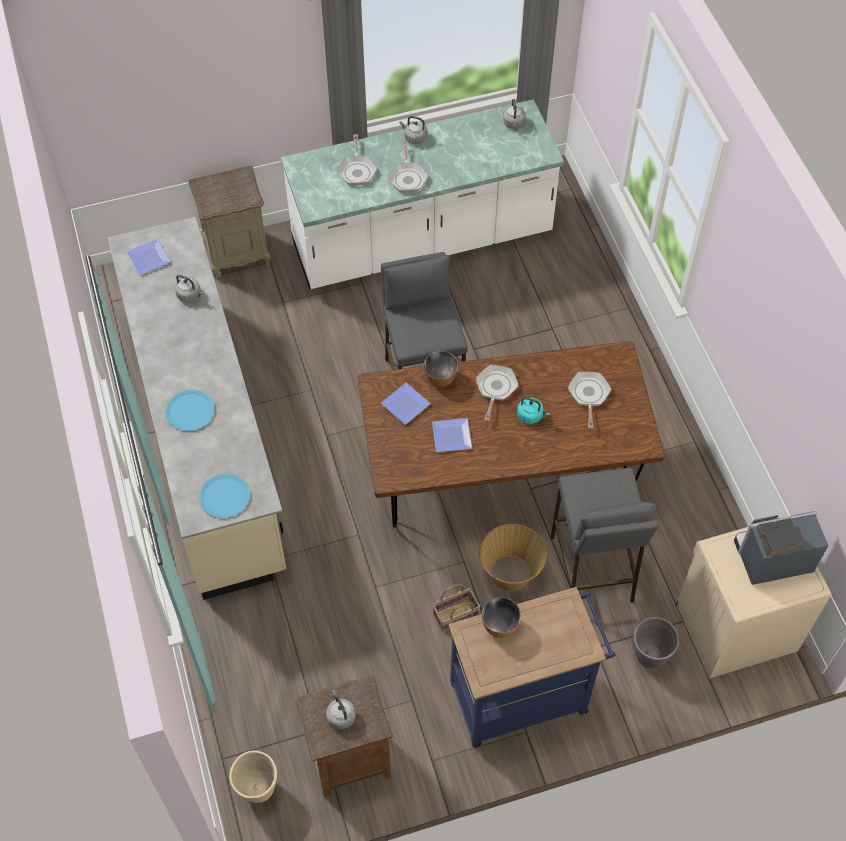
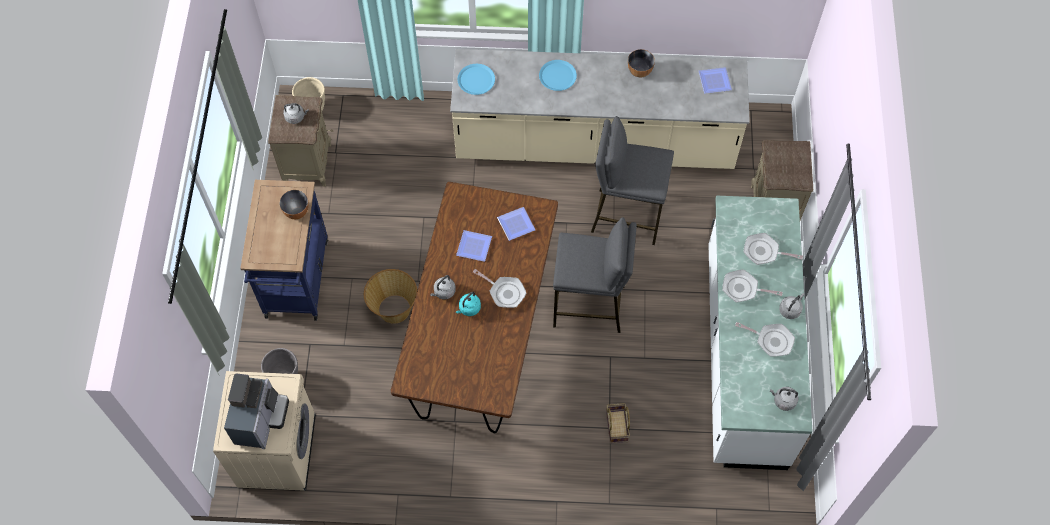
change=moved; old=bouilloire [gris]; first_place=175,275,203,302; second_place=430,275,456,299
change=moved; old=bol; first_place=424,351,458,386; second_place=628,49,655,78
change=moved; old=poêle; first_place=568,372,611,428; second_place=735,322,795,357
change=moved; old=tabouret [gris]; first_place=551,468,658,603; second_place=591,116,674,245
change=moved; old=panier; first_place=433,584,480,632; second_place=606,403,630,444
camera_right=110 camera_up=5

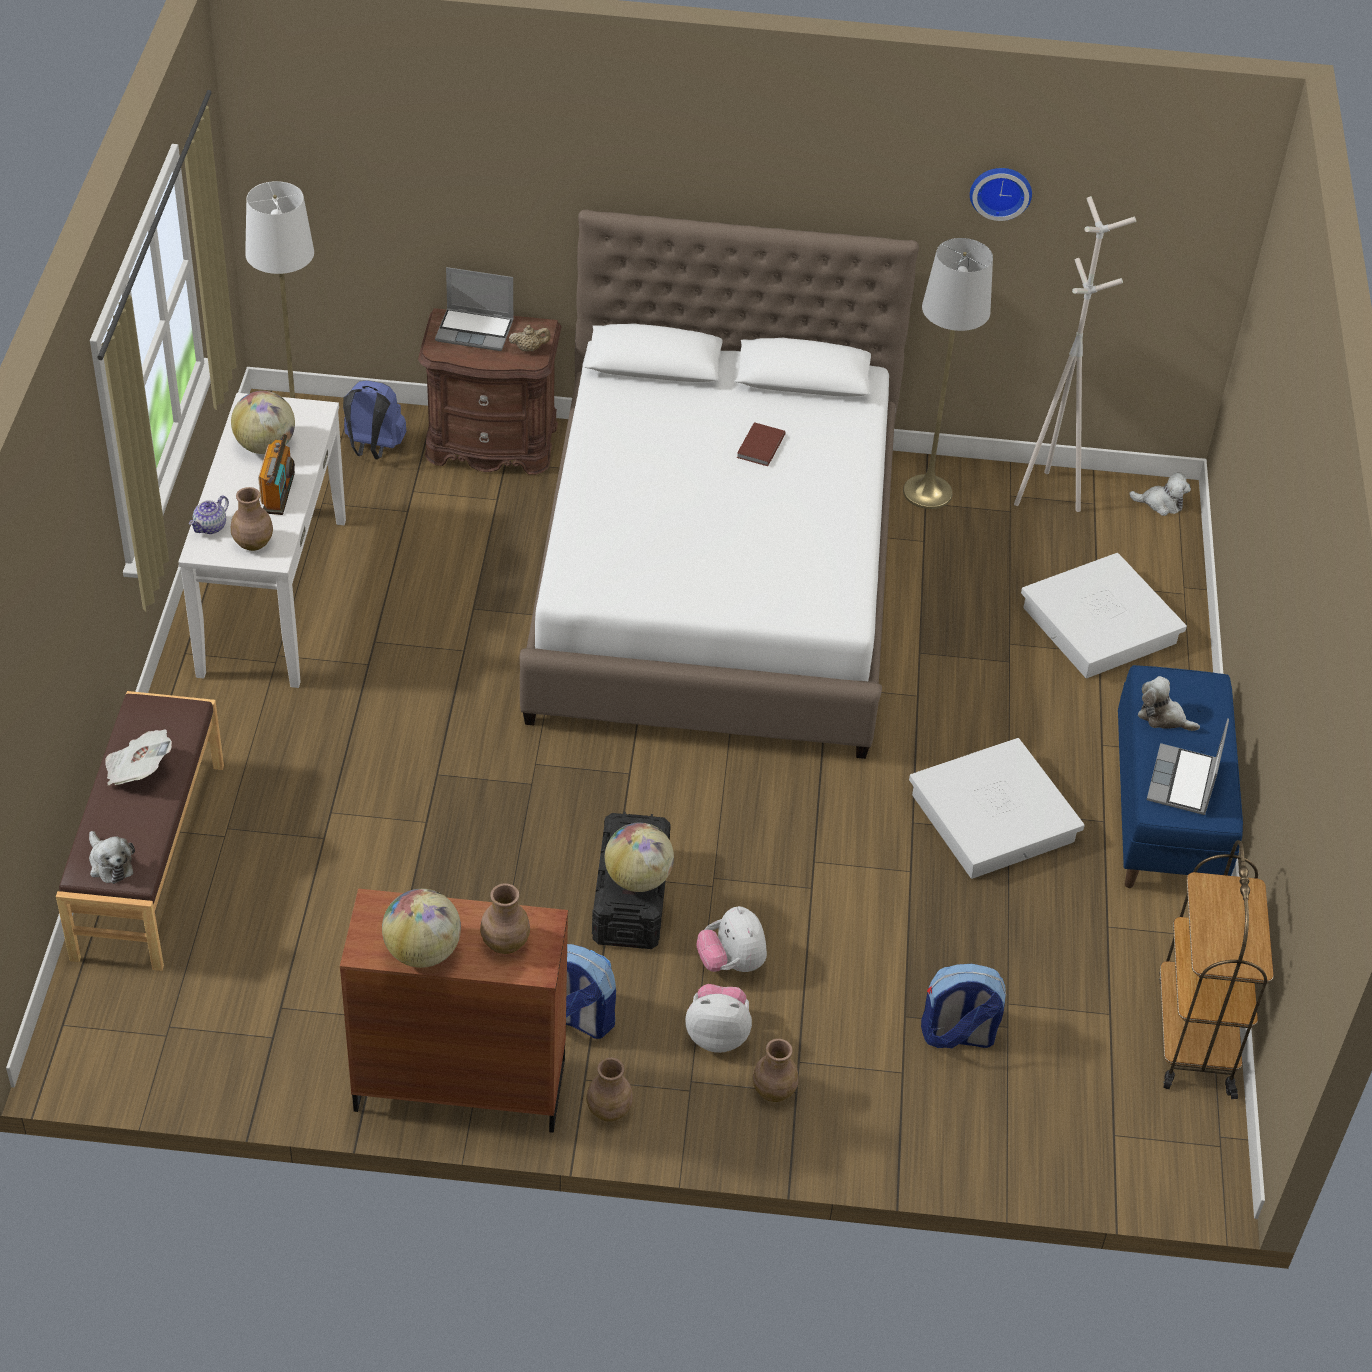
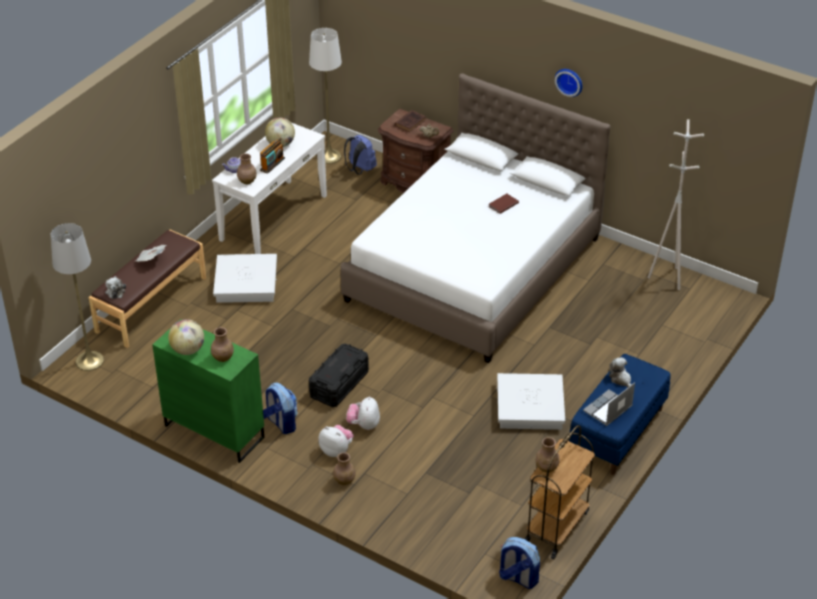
change=moved; old=horloge murale; first_place=970,168,1032,221; second_place=555,69,582,97
change=moved; old=lampadaire [gris]; first_place=903,238,993,509; second_place=51,223,104,371
change=replaced; old=ordinateur portable; new=livre [marron]; first_place=435,267,514,351; second_place=395,110,426,132
change=removed; old=peluche; first_place=1129,472,1191,516
change=moved; old=boîte de rangement [blanc]; first_place=1021,553,1187,679; second_place=213,254,277,303
change=removed; old=globe; first_place=605,823,674,892
change=recoloured; old=commode [marron]; new=commode [vert]; first_place=340,889,568,1133; second_place=152,319,264,463
change=moved; old=sac à dos; first_place=921,964,1006,1048; second_place=499,537,540,589
change=moved; old=vase [marron]; first_place=586,1058,633,1122; second_place=536,437,560,472
camera_right=30 camera_up=-5

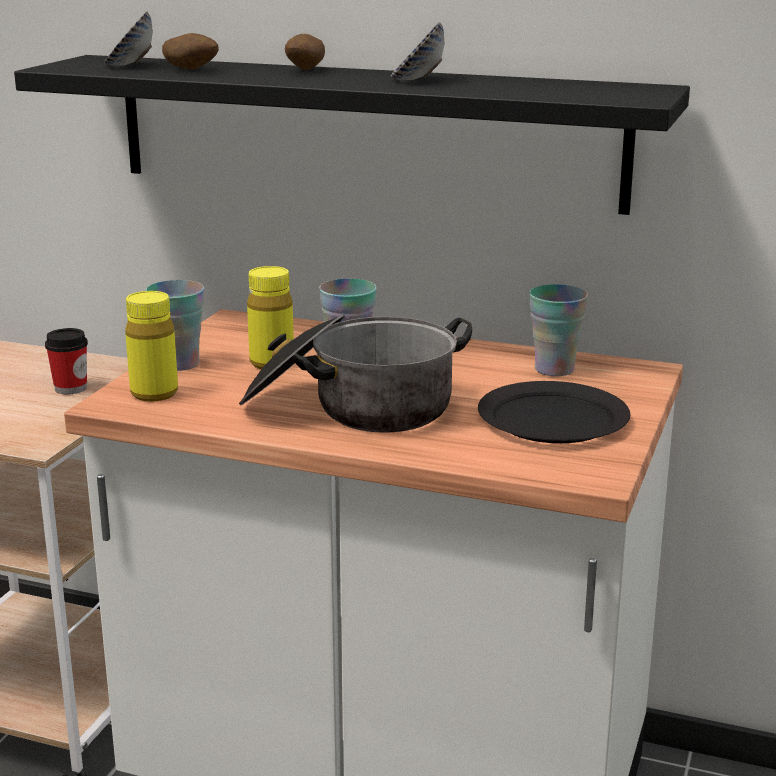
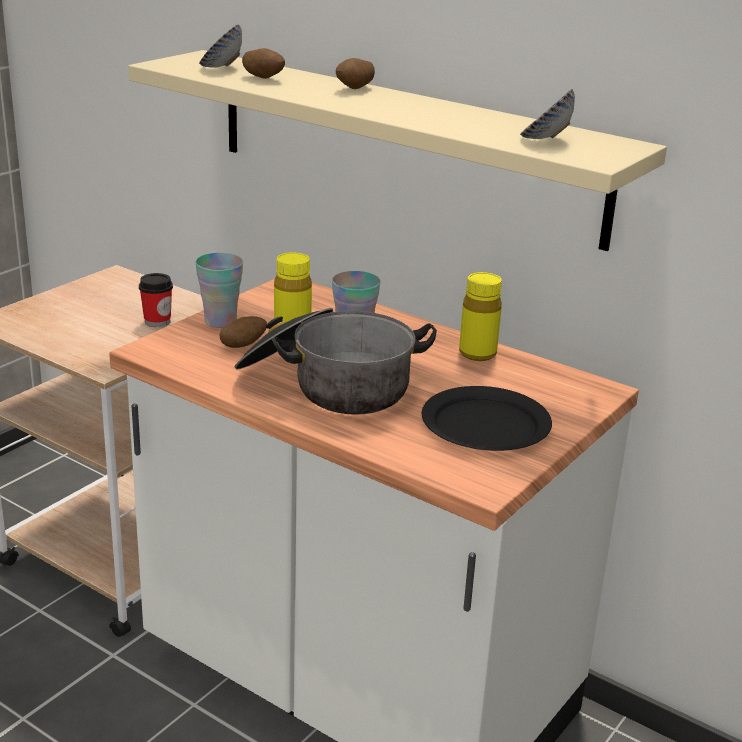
change=moved; old=bol; first_place=391,22,445,80; second_place=520,89,575,139
change=recoloured; old=étagère [noir]; new=étagère [beige]; first_place=14,55,690,215; second_place=128,50,667,251
change=removed; old=tasse; first_place=529,284,588,376
change=moved; old=bouteille [jaune]; first_place=125,291,178,402; second_place=459,272,502,361
change=added; new=pomme de terre; second_place=219,316,267,348
camera_right=15 camera_up=5

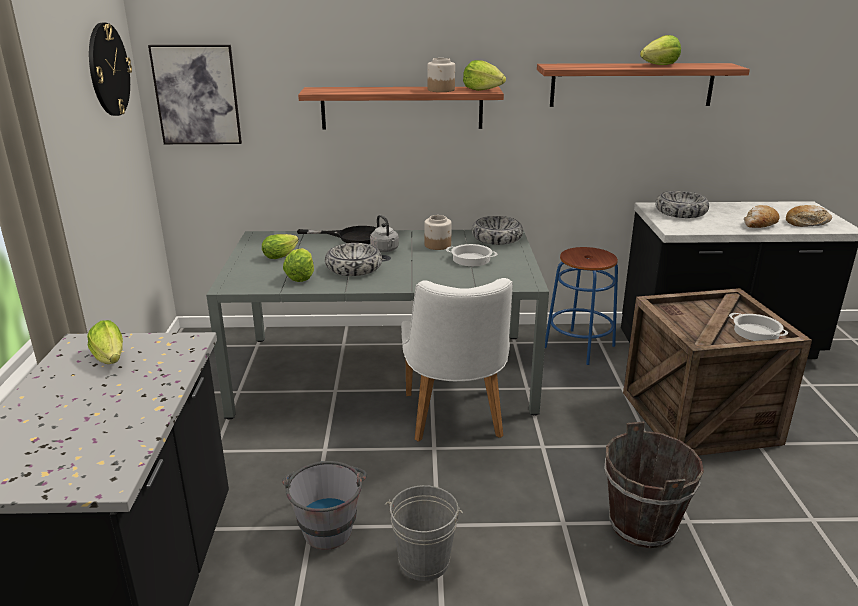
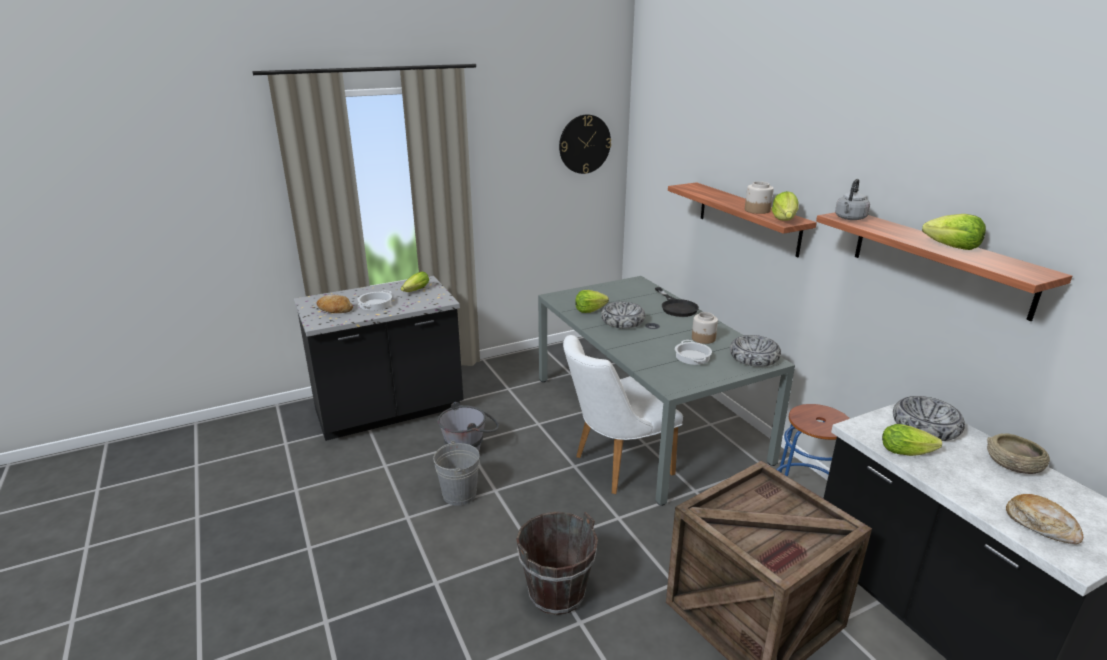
change=removed; old=tableau; first_place=148,45,242,144
change=moved; old=pain; first_place=744,205,780,228; second_place=317,294,353,313
change=moved; old=bouilloire [gris]; first_place=370,215,399,252; second_place=835,179,870,220
change=moved; old=laitue; first_place=262,234,299,259; second_place=882,424,942,456
change=moved; old=marmite; first_place=729,313,788,341; second_place=357,290,392,311
change=added; new=bol [beige]; second_place=987,433,1050,474
camera_right=65 camera_up=0

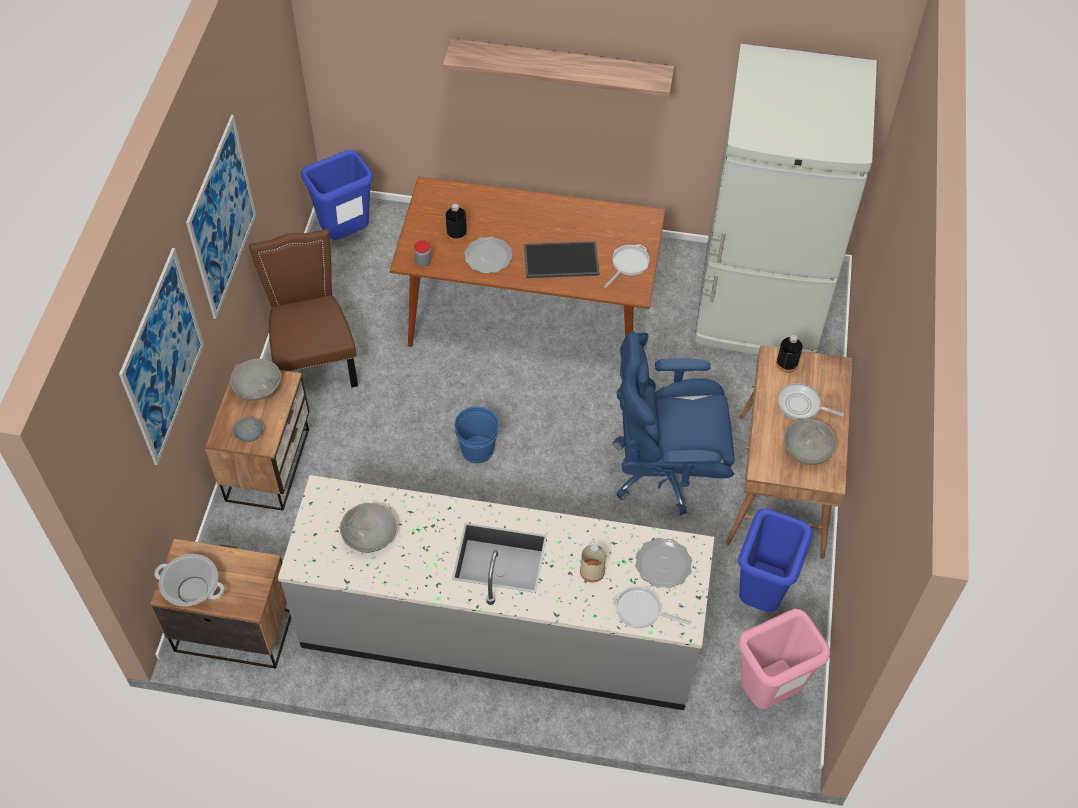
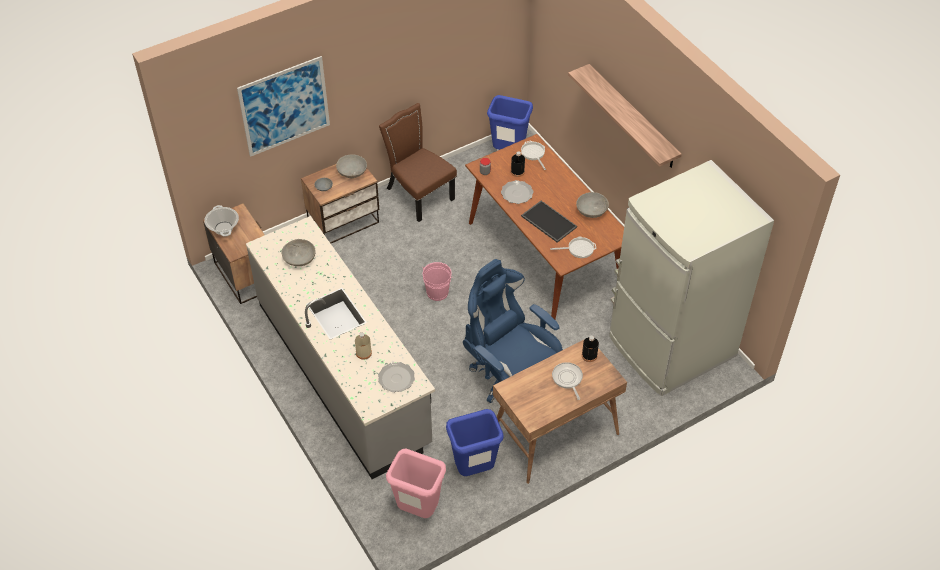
change=removed; old=tableau; first_place=186,115,256,319
change=turned; old=chaise [marron]; first_place=249,229,358,387; second_place=379,103,457,222; degrees=-75
change=recoloured; old=seau [bleu]; new=seau [rose]; first_place=453,406,499,463; second_place=422,262,452,301
change=moved; old=bol [gris]; first_place=784,419,837,465; second_place=576,192,609,218
change=moved; old=poêle; first_place=613,586,691,628; second_place=521,141,546,170
camera_right=50 camera_up=-5

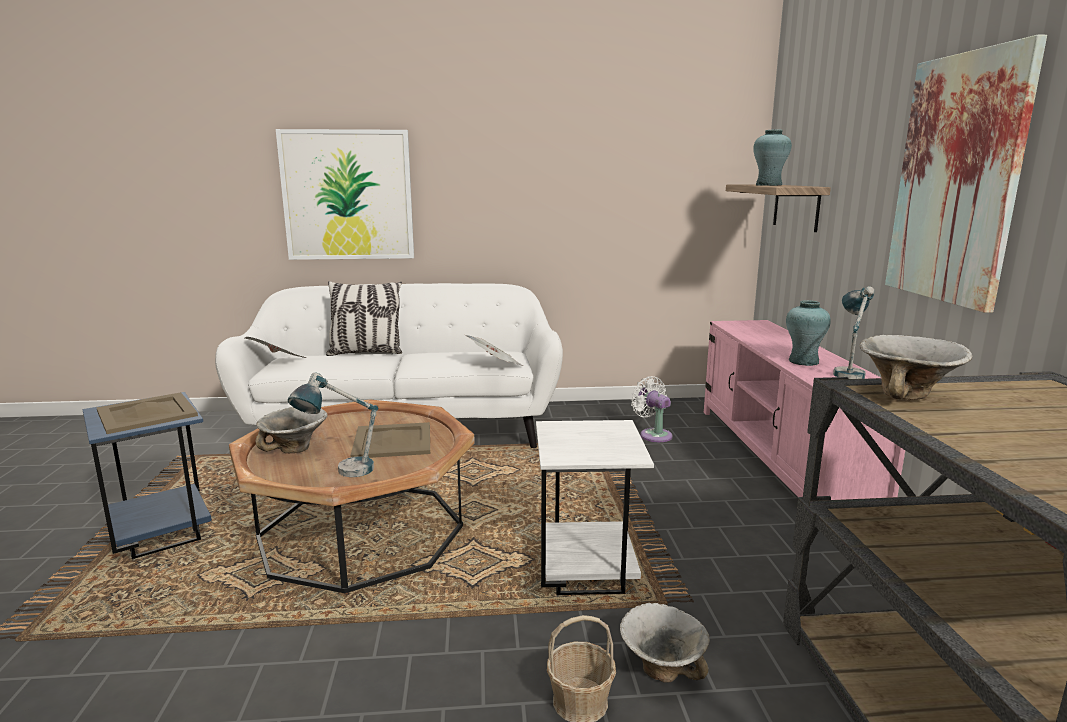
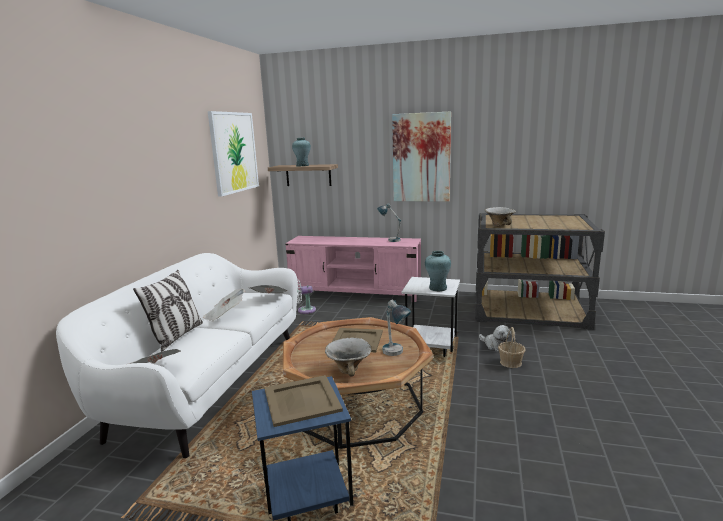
change=moved; old=tableau; first_place=276,129,414,260; second_place=208,111,259,197
change=moved; old=vase [turquoise]; first_place=786,300,831,366; second_place=425,251,451,291
change=replaced; old=bol; new=peluche; first_place=620,603,710,683; second_place=479,325,511,351
change=added; new=journal; second_place=203,289,245,322
camera_right=-70 camera_up=0

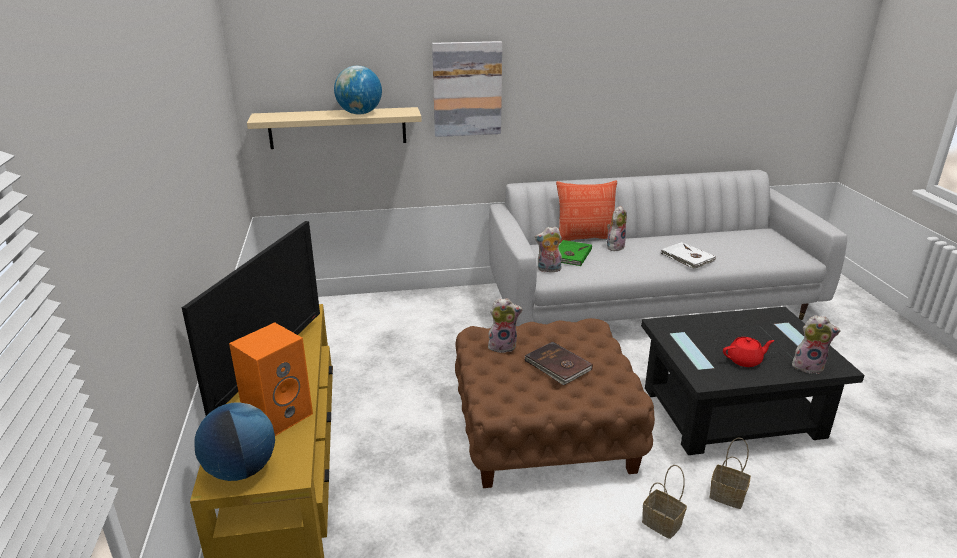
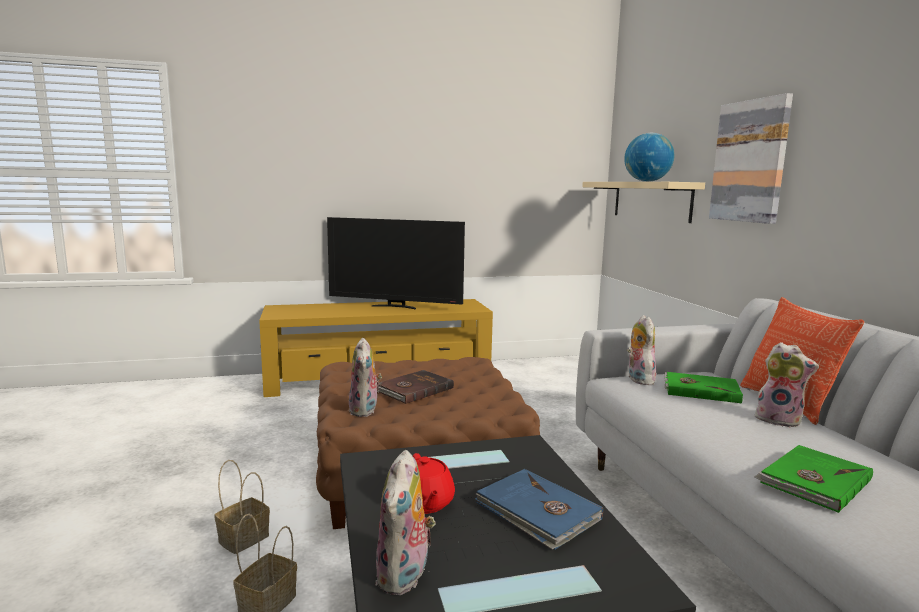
change=recoloured; old=livre [blanc]; new=livre [vert]; first_place=660,242,716,269; second_place=754,445,873,513
change=moved; old=peluche; first_place=488,298,523,353; second_place=349,338,382,417
change=removed; old=enceinte [orange]; first_place=229,322,313,436
change=removed; old=globe; first_place=194,402,275,481
change=added; new=livre [bleu]; second_place=475,469,603,549
camera_right=85 camera_up=-15

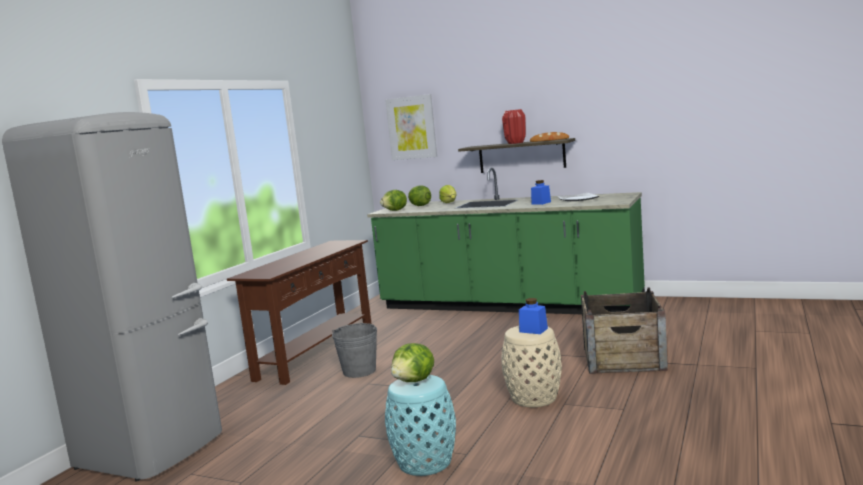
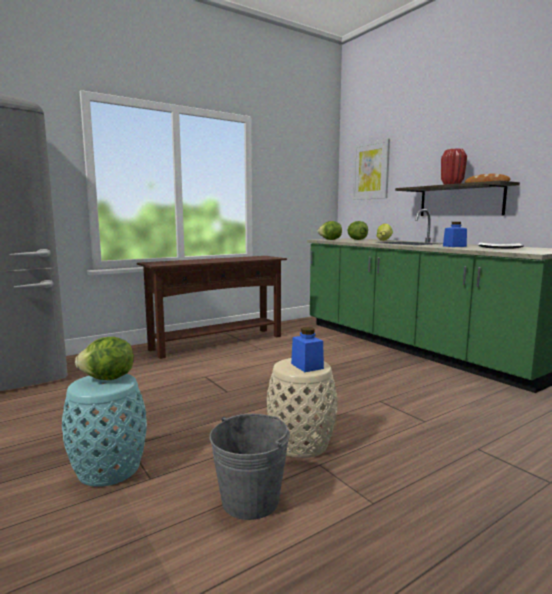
change=removed; old=caisse; first_place=581,288,668,374
change=moved; old=seau [gris]; first_place=332,323,377,378; second_place=210,414,290,520
camera_right=30 camera_up=0

